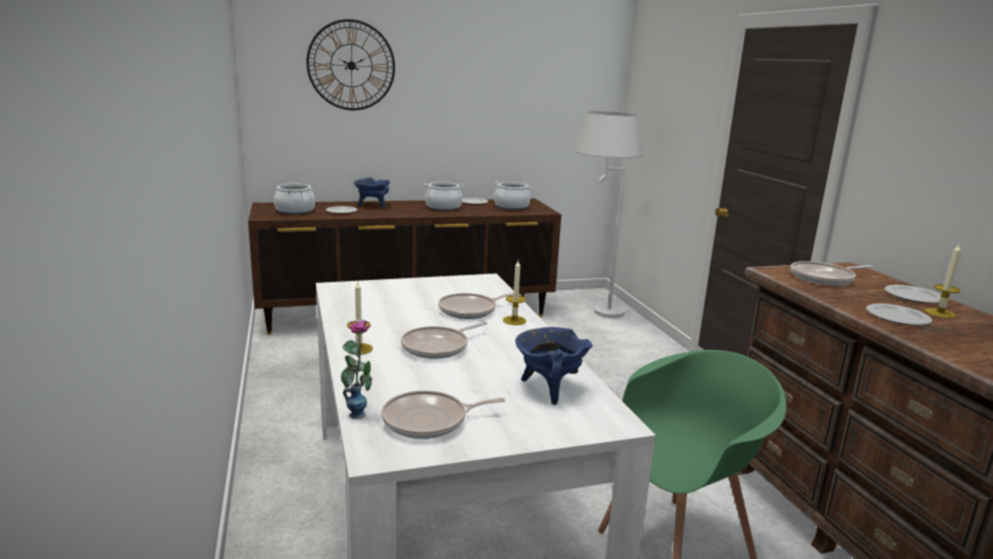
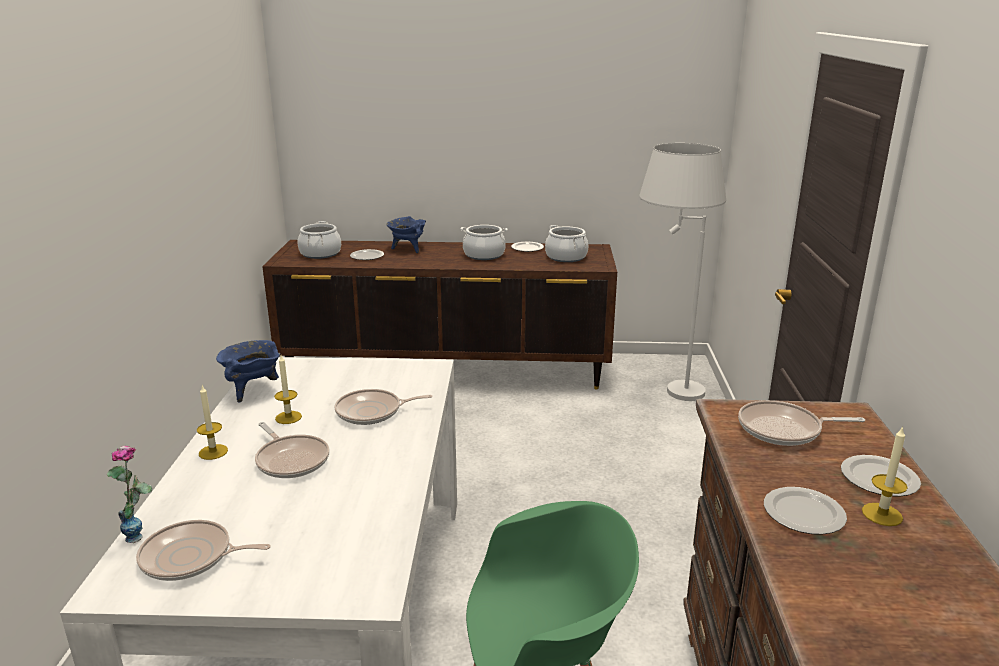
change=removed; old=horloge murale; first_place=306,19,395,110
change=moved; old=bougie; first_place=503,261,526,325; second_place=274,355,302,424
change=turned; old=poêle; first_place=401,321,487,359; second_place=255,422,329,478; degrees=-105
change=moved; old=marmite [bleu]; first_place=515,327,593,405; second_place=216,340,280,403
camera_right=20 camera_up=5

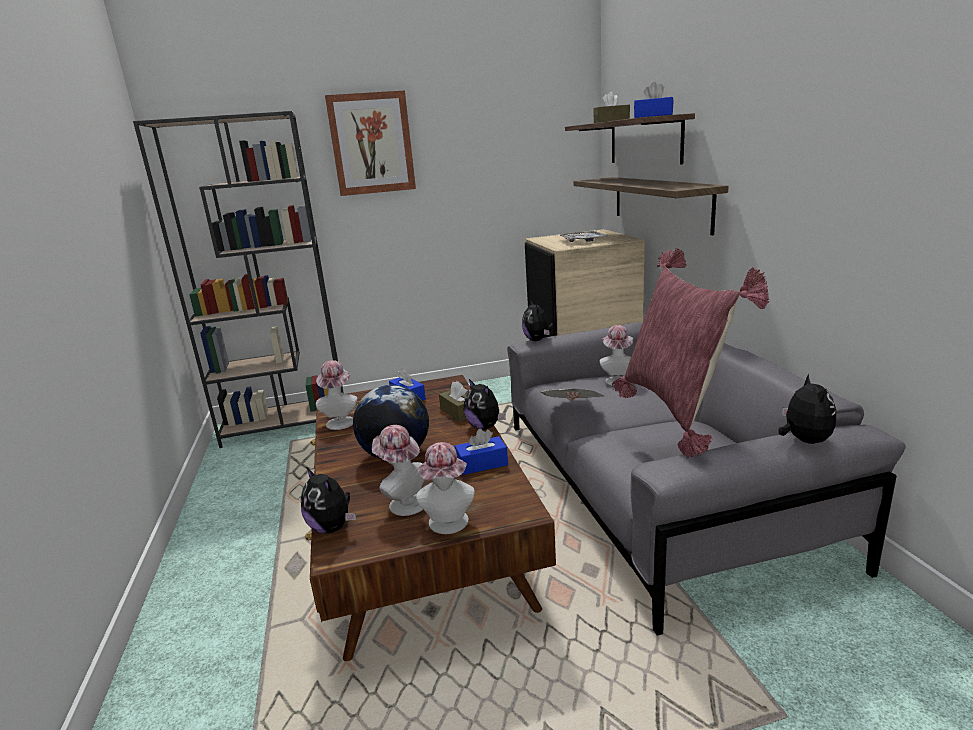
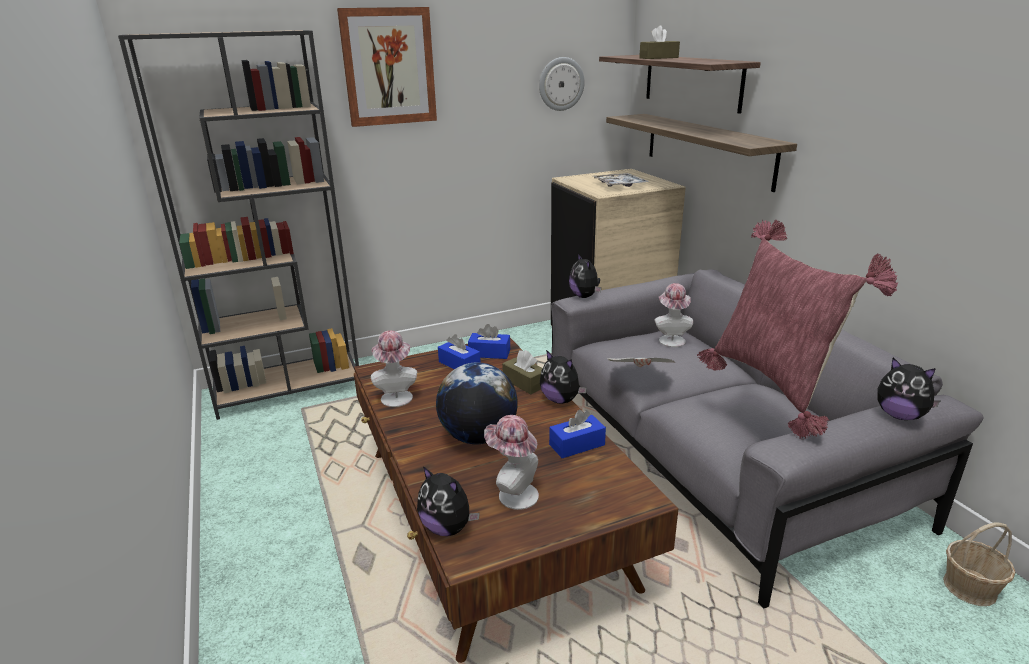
change=moved; old=boîte à mouchoirs [bleu]; first_place=634,82,674,118; second_place=468,324,510,359
change=turned; old=peluche; first_place=778,374,836,444; second_place=878,357,940,420; degrees=135
change=removed; old=chapeau; first_place=416,442,475,534
change=added; new=horloge murale; second_place=539,57,585,111
change=added; new=panier; second_place=943,522,1015,606
camera_right=-10 camera_up=5

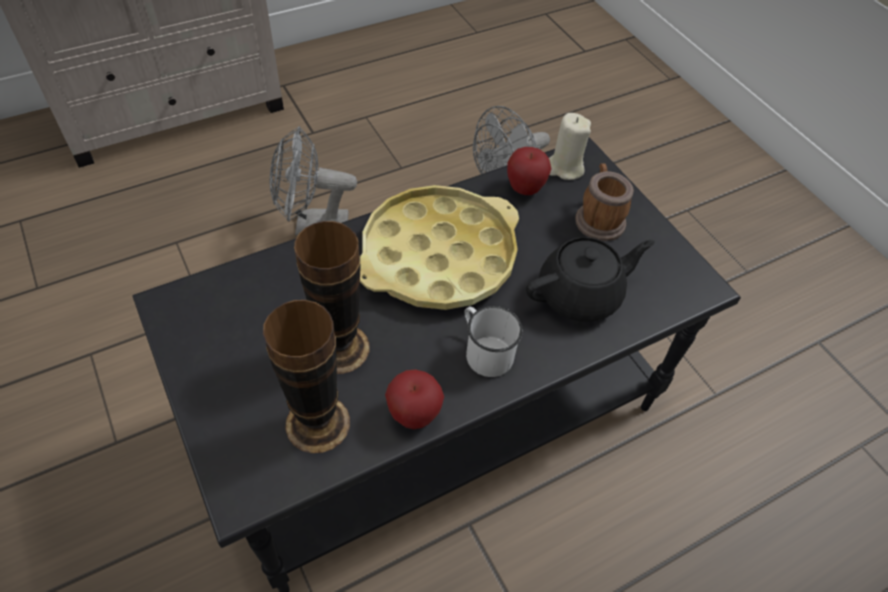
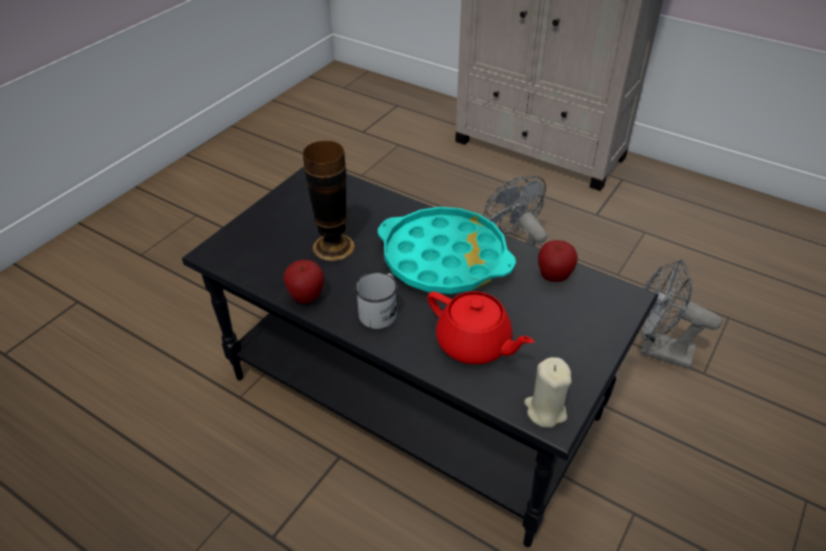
change=moved; old=bougie [beige]; first_place=549,113,591,180; second_place=524,357,572,428
change=removed; old=mug; first_place=575,163,634,241
change=recoloured; old=plateau [jaune]; new=plateau [turquoise]; first_place=360,185,519,310; second_place=378,207,516,294
change=recoloured; old=théière [noir]; new=théière [rouge]; first_place=526,237,655,322; second_place=428,291,534,364
change=removed; old=vase; first_place=263,300,350,453
camera_right=65 camera_up=-10

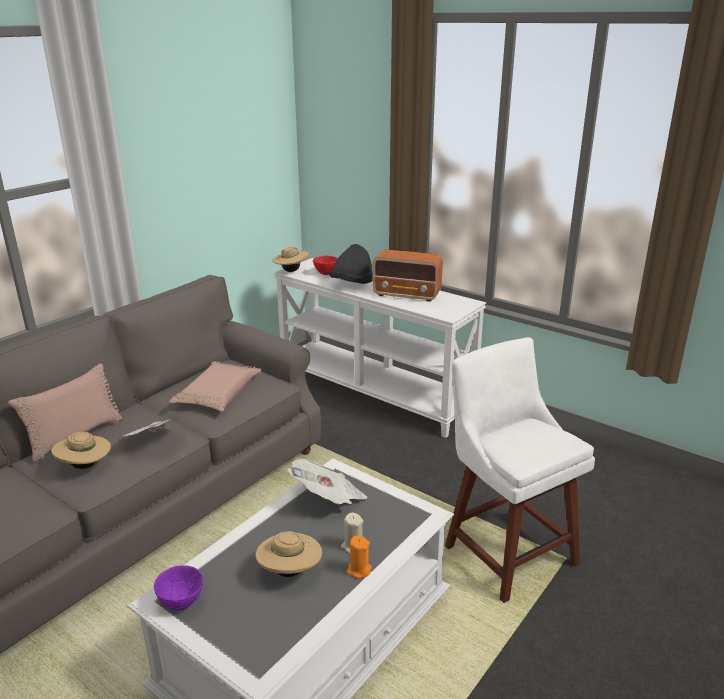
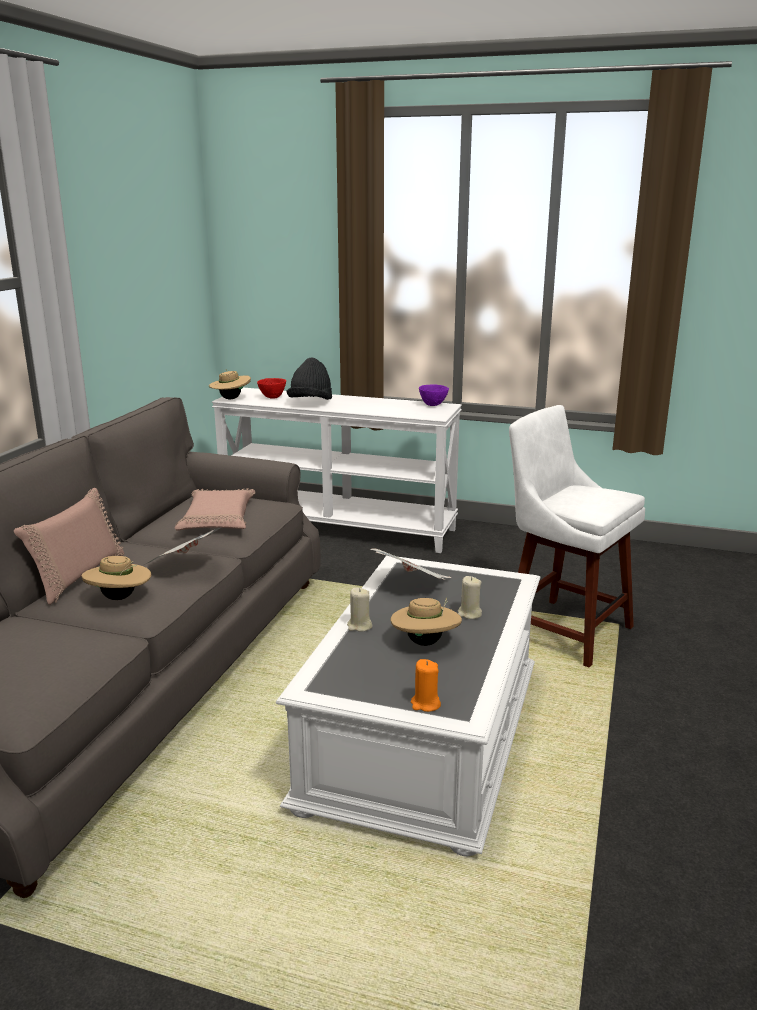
change=removed; old=radio; first_place=373,250,443,302
change=moved; old=bougie [orange]; first_place=346,535,372,578; second_place=411,659,441,712
change=moved; old=bol [violet]; first_place=154,565,203,611; second_place=419,384,449,406
change=added; new=bougie [beige]; second_place=347,588,373,632
camera_right=-20 camera_up=-5

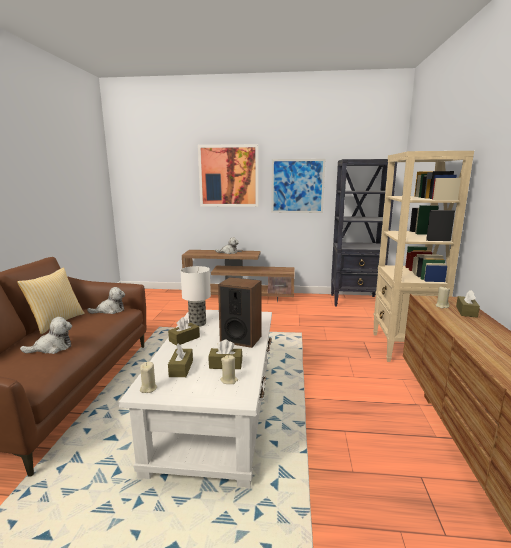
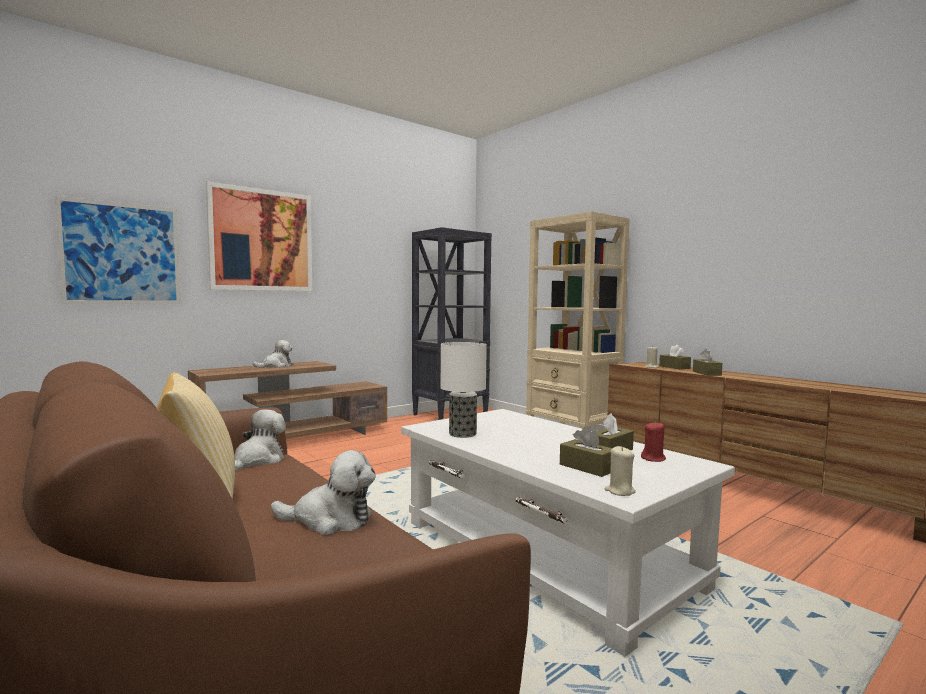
change=moved; old=tableau; first_place=271,159,325,213; second_place=55,196,181,304
change=removed; old=enceinte; first_place=218,277,262,348
change=turned; old=peluche; first_place=20,317,72,354; second_place=271,450,376,535; degrees=75
change=moved; old=boîte à mouchoirs [marron]; first_place=168,317,200,346; second_place=693,349,722,376
change=recoloured; old=bougie [beige]; new=bougie [rouge]; first_place=220,355,238,384; second_place=641,421,666,462
camera_right=-45 camera_up=-10

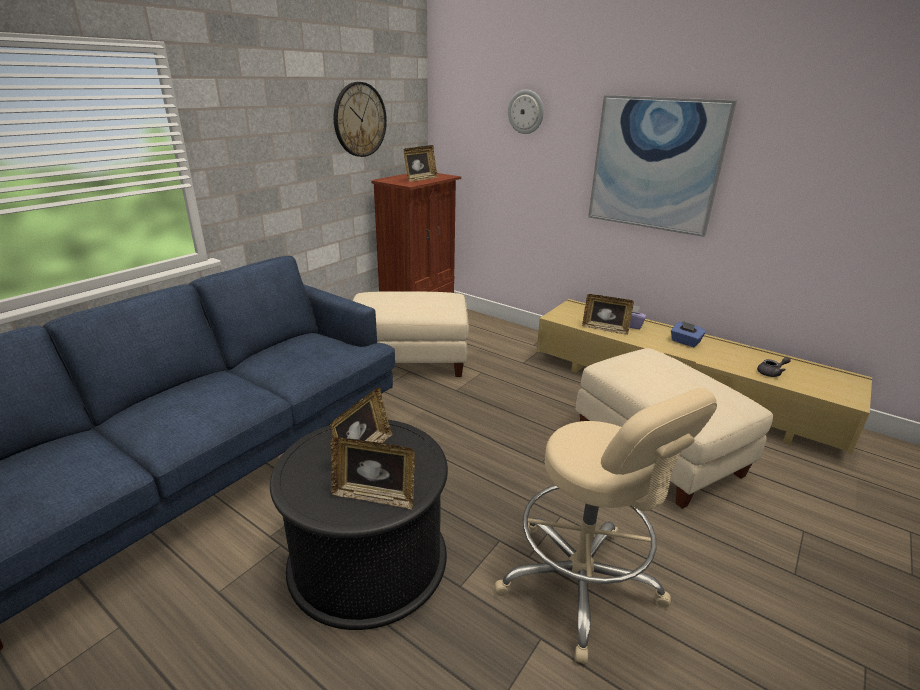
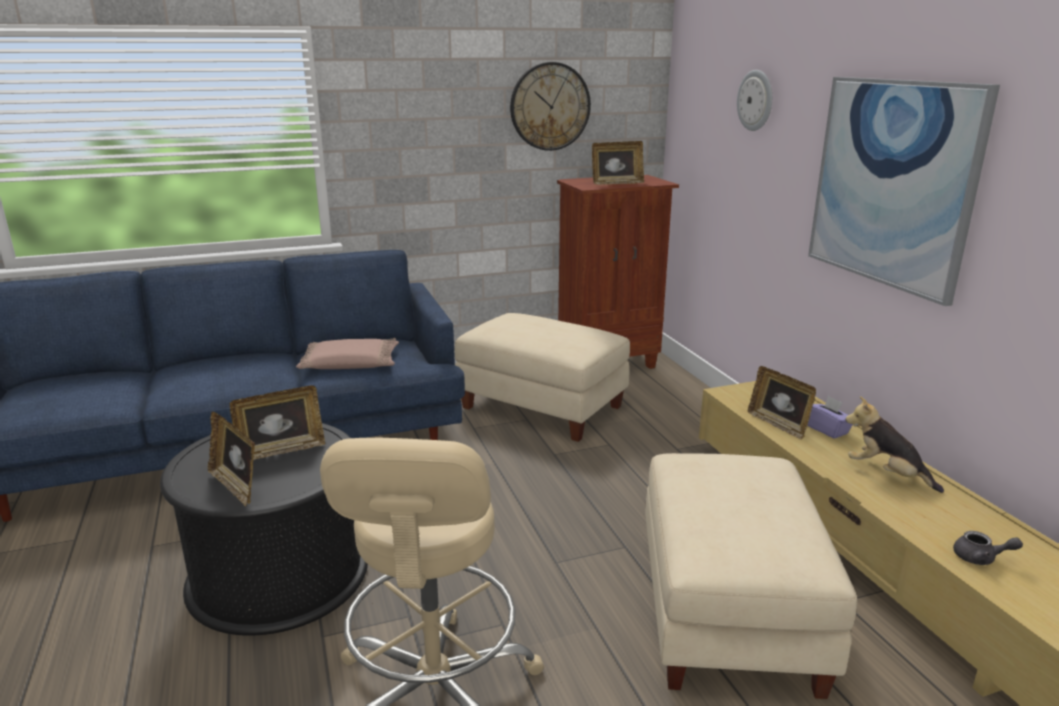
change=replaced; old=boîte à mouchoirs [bleu]; new=peluche; first_place=671,321,706,347; second_place=845,396,944,493
change=added; new=coussin [beige]; second_place=296,338,399,369
camera_right=35 camera_up=-5

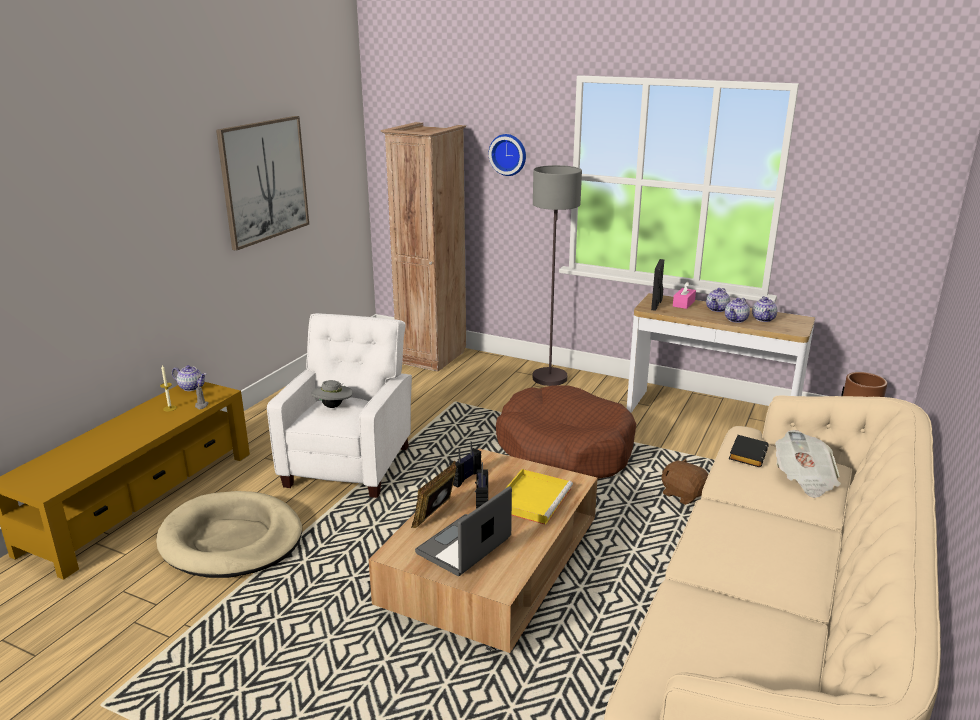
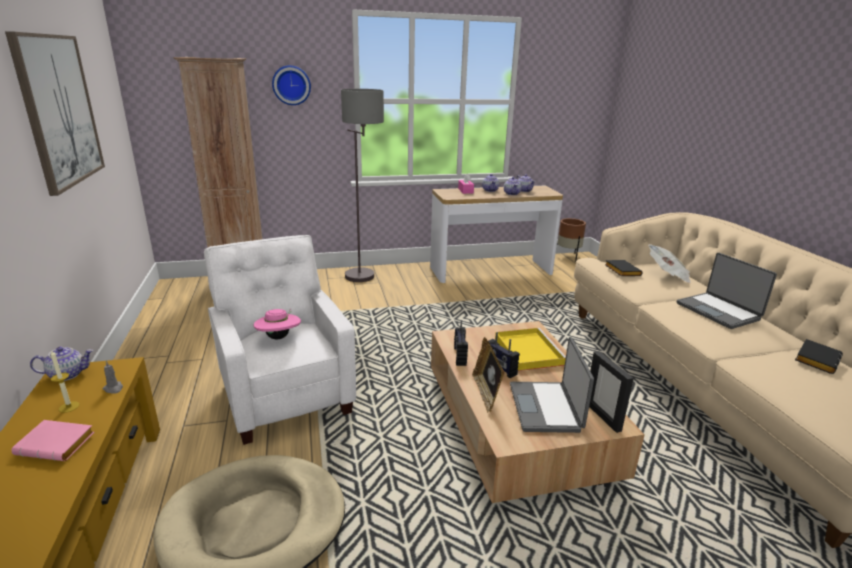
change=moved; old=cadre photo; first_place=651,259,664,311; second_place=589,351,634,433
change=recoloured; old=chapeau [gris]; new=chapeau [rose]; first_place=311,380,353,408; second_place=253,308,301,340
change=removed; old=panier pour chien [marron]; first_place=496,385,636,479
change=removed; old=peluche [marron]; first_place=662,459,708,505
change=added; new=ordinateur portable; second_place=677,253,777,329
change=added; new=livre [noir]; second_place=795,339,843,374
change=added; new=livre [rose]; second_place=11,420,94,461
camera_right=-40 camera_up=0

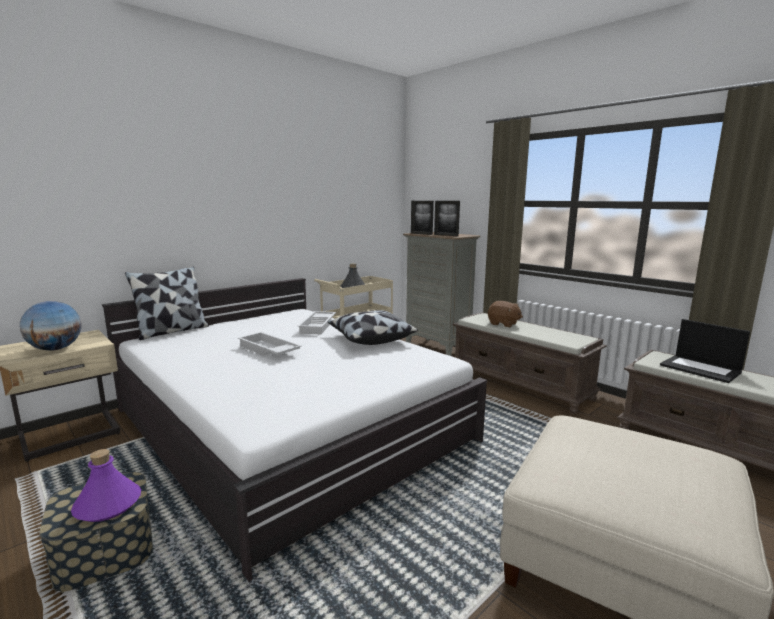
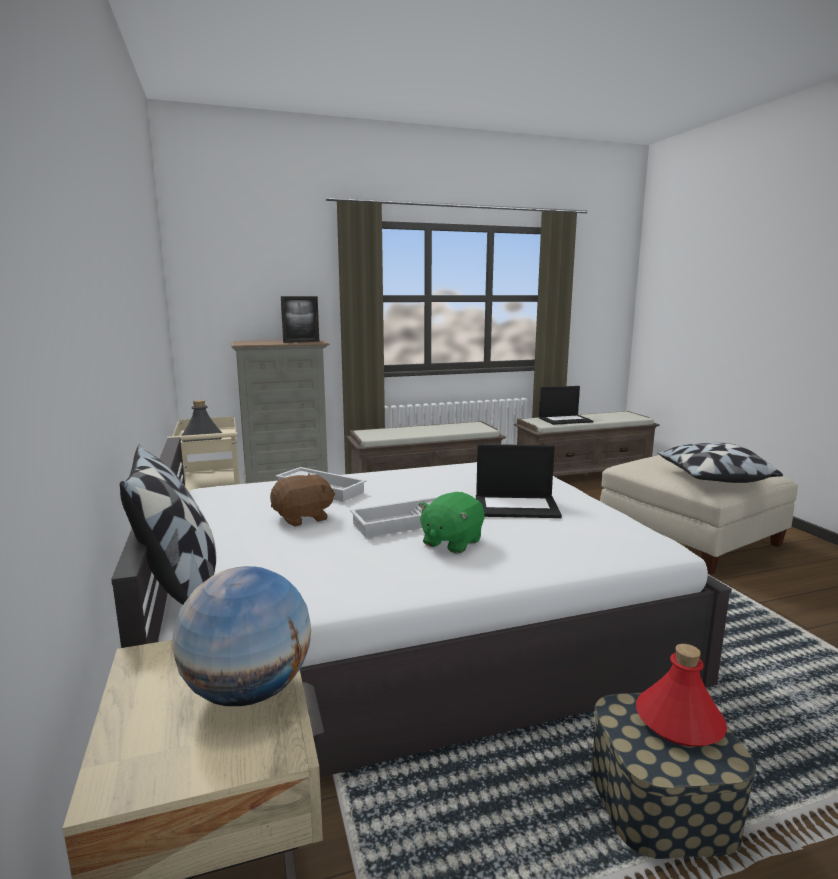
change=removed; old=cadre photo; first_place=411,201,434,235
change=moved; old=peluche [marron]; first_place=488,301,523,327; second_place=270,474,335,526
change=moved; old=coussin; first_place=328,310,418,345; second_place=657,443,783,483
change=recoloured; old=bouteille [violet]; new=bouteille [rouge]; first_place=71,449,141,522; second_place=636,644,727,747
change=added; new=ordinateur portable; second_place=476,444,562,518
change=added; new=peluche [vert]; second_place=418,492,485,554
camera_right=-65 camera_up=0

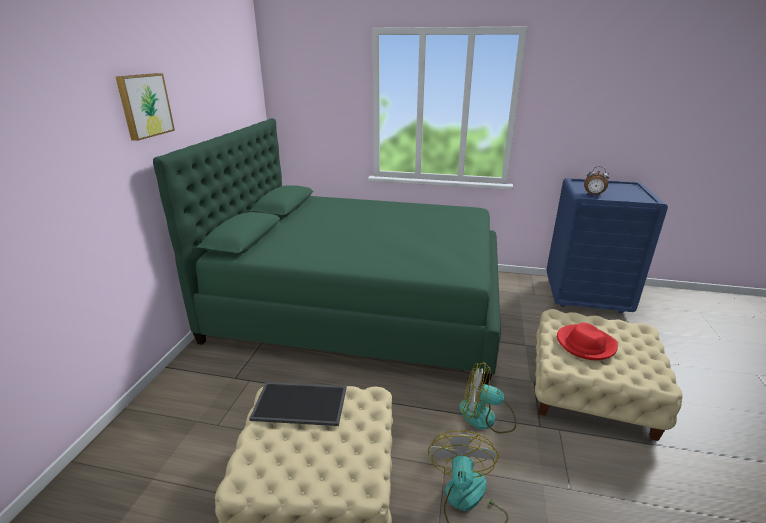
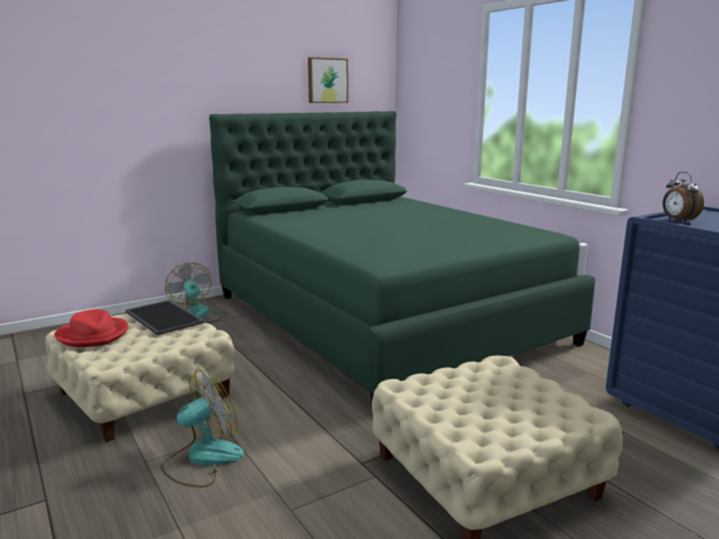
change=moved; old=tableau; first_place=116,73,175,141; second_place=308,57,348,103
change=moved; old=chapeau [rouge]; first_place=557,323,618,360; second_place=54,309,129,347
change=moved; old=ventilateur; first_place=459,362,516,433; second_place=165,263,228,323
camera_right=45 camera_up=-10

